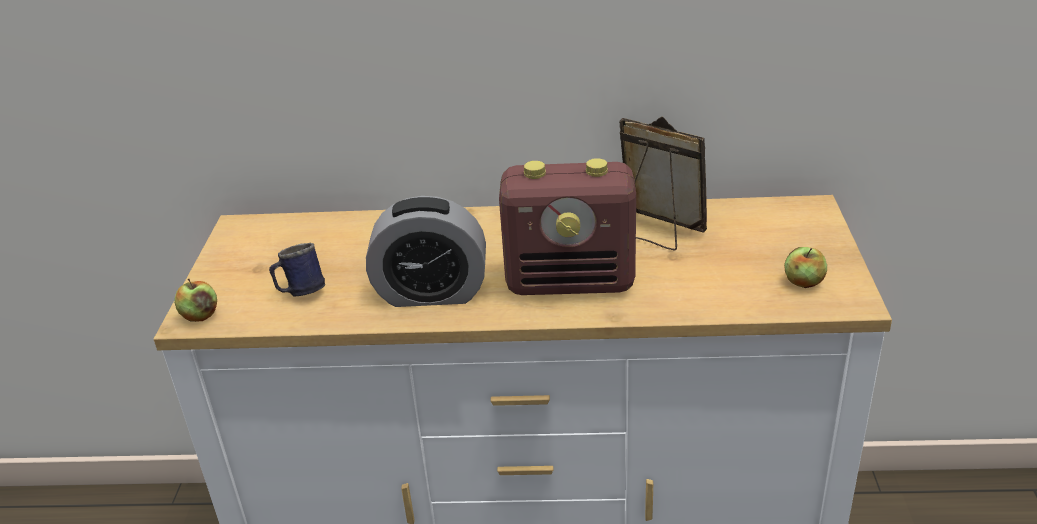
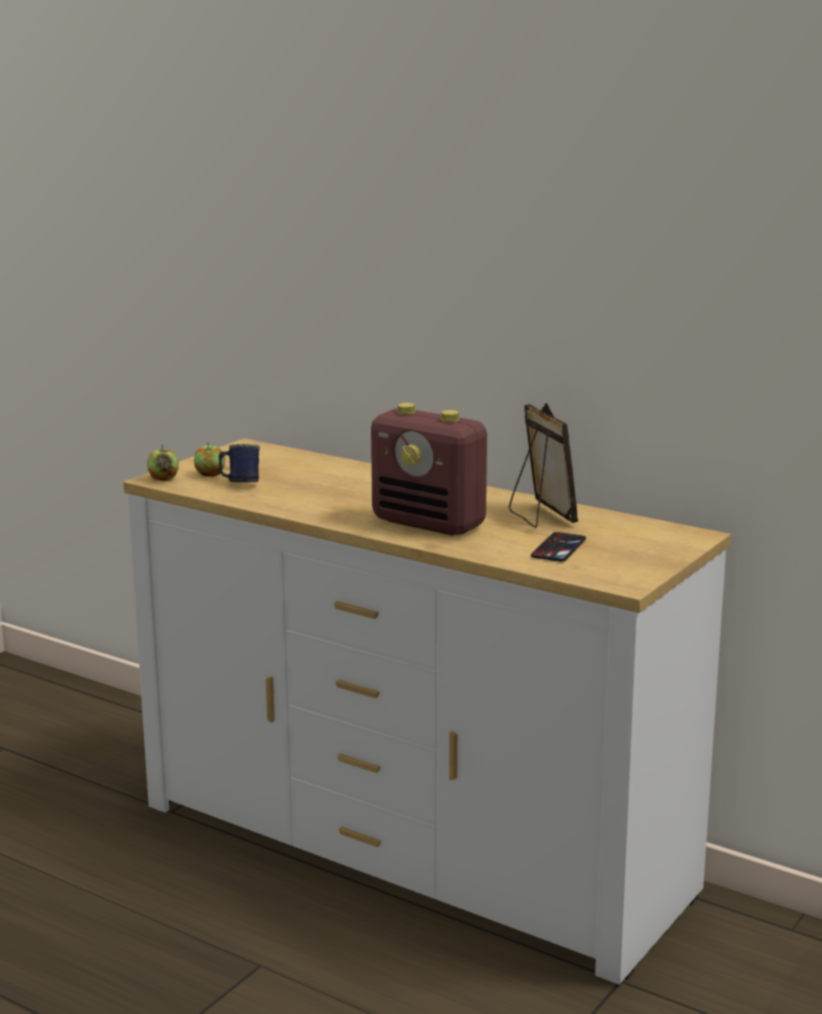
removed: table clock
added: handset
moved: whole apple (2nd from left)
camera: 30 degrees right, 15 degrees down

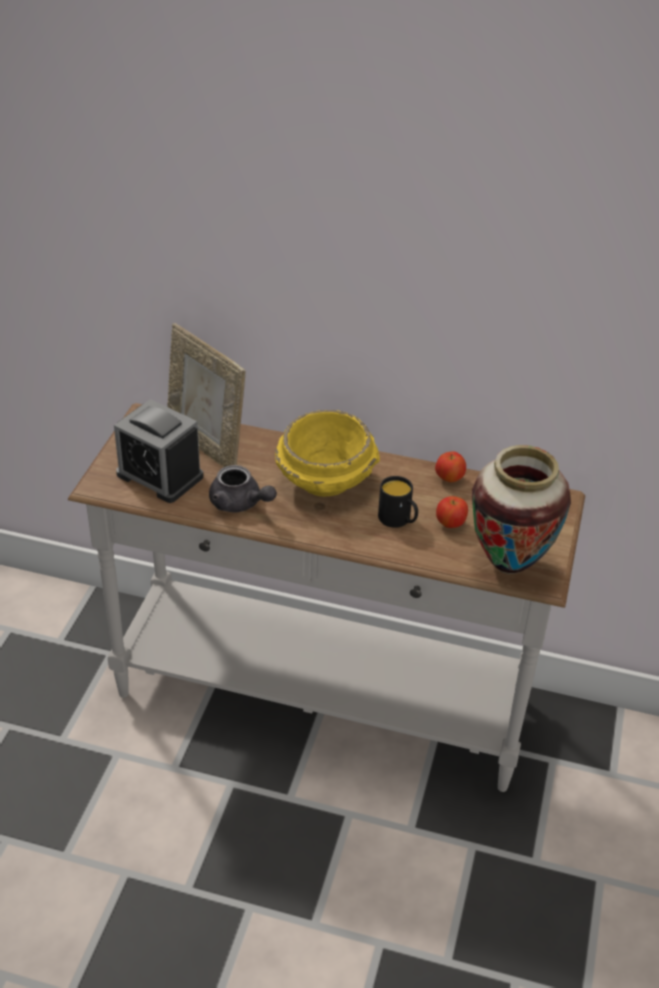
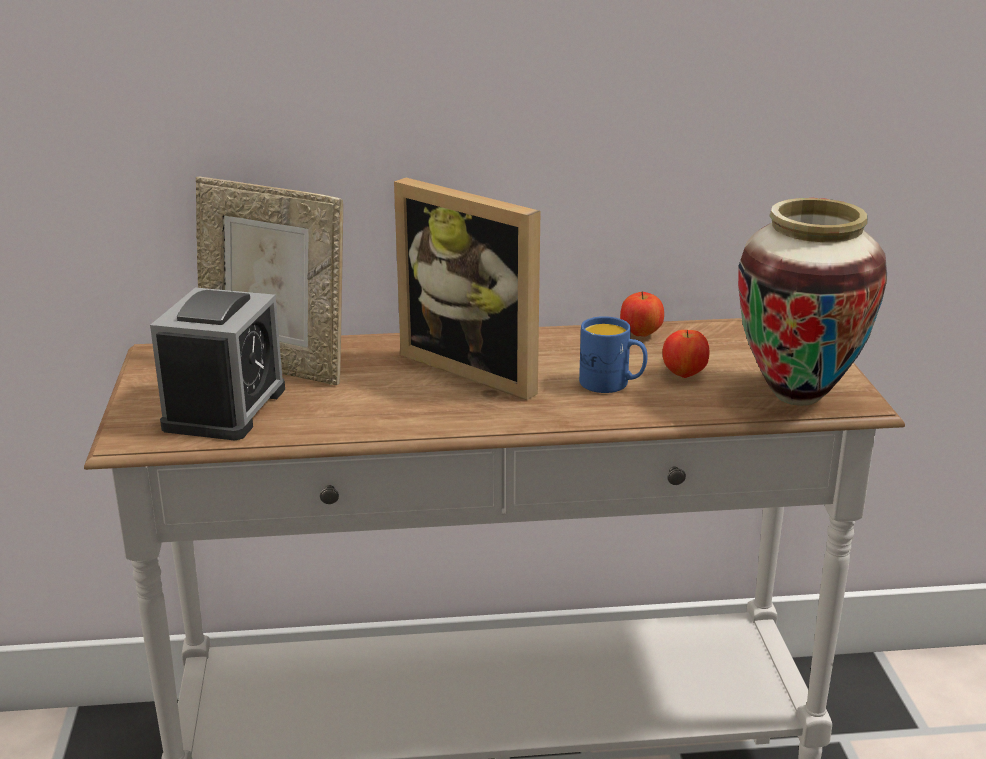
removed: greyish pot for tea
replaced: yellowish deep dish to photo frame (2nd from left)
recoloured: black-coloured coffee mug to bluish coffee mug
turned: table clock 90 degrees counterclockwise
camera: 20 degrees left, 15 degrees down

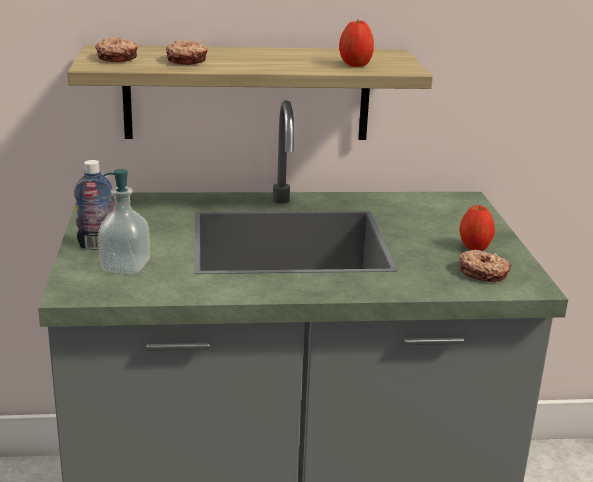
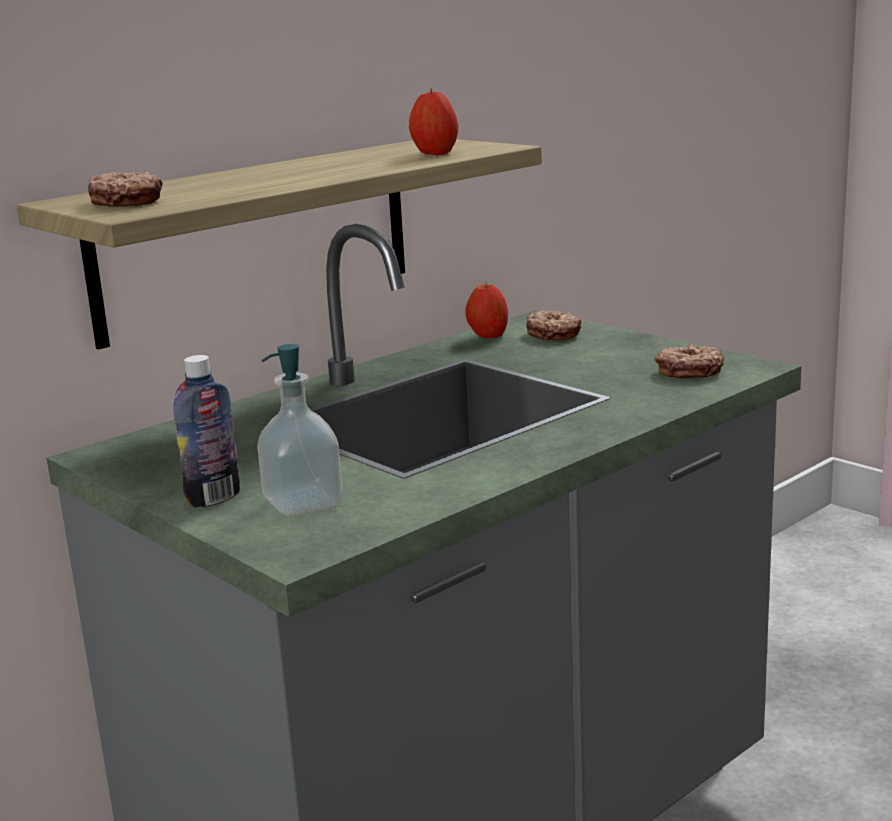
moved: whole apple (2nd from left); donut (2nd from left)
camera: 35 degrees left, 5 degrees down

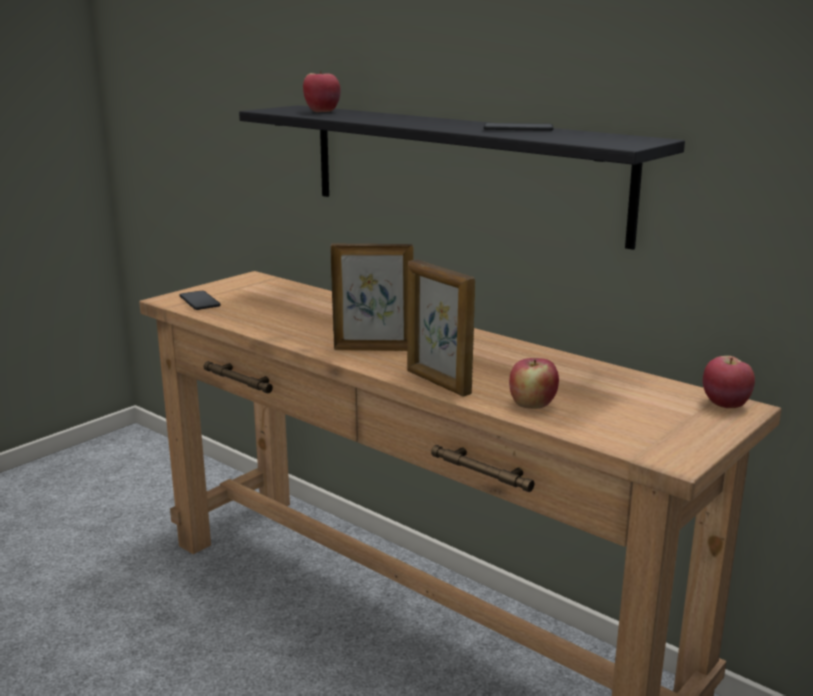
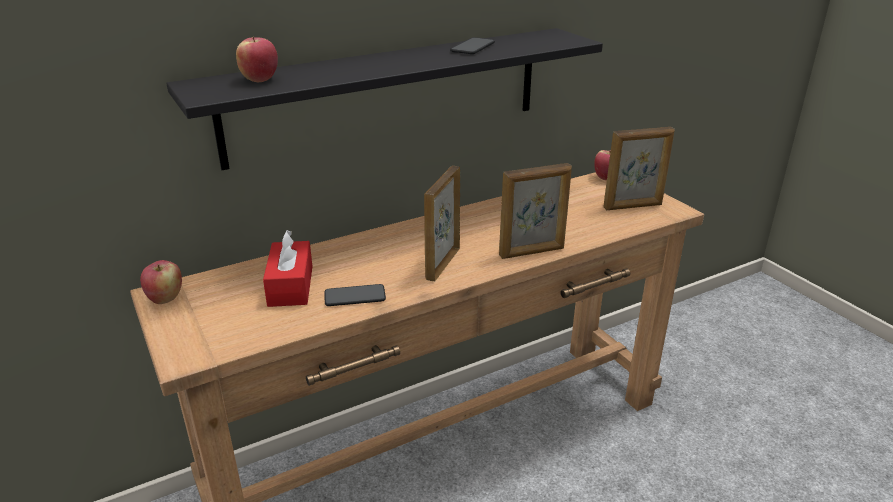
added: reddish box of tissues; photo frame (3rd from left)
moved: whole apple (2nd from left in the first image) to whole apple (1st from left); handset (1st from left)
camera: 70 degrees left, 10 degrees up

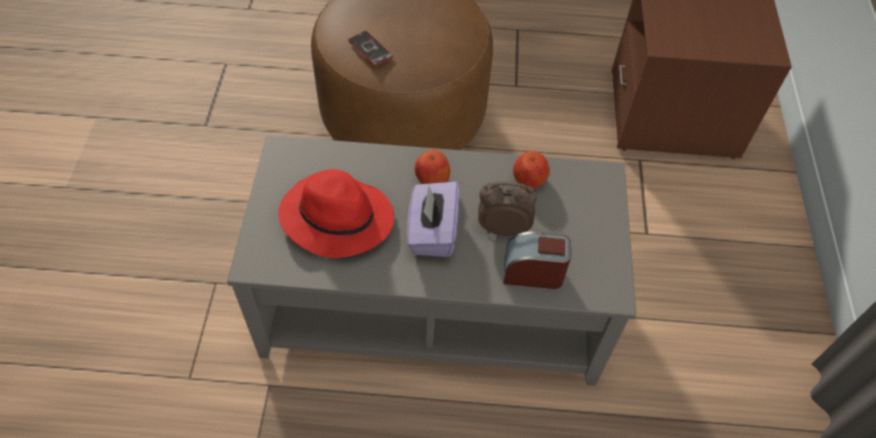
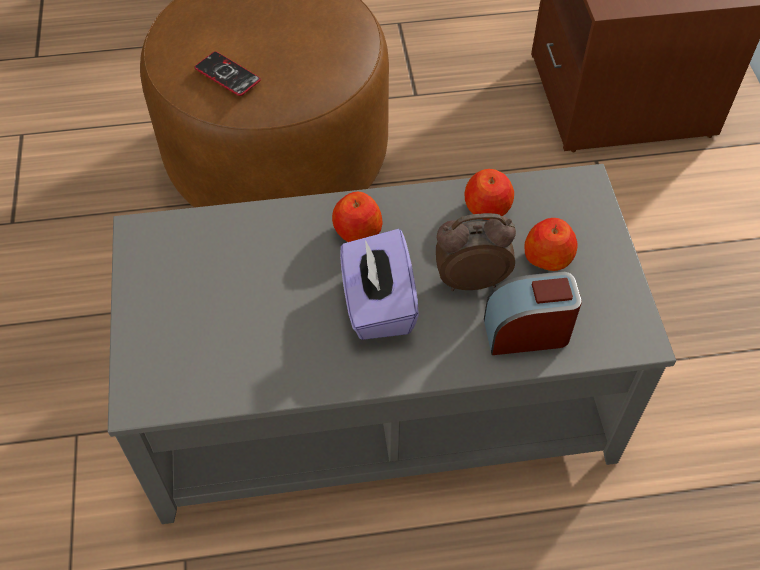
removed: reddish wearable hat
added: whole apple (3rd from left)
camera: 10 degrees left, 0 degrees up

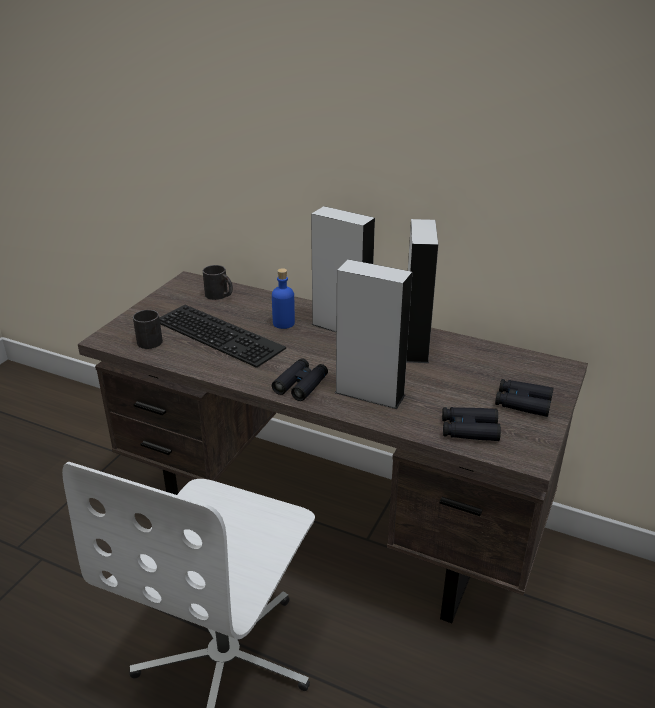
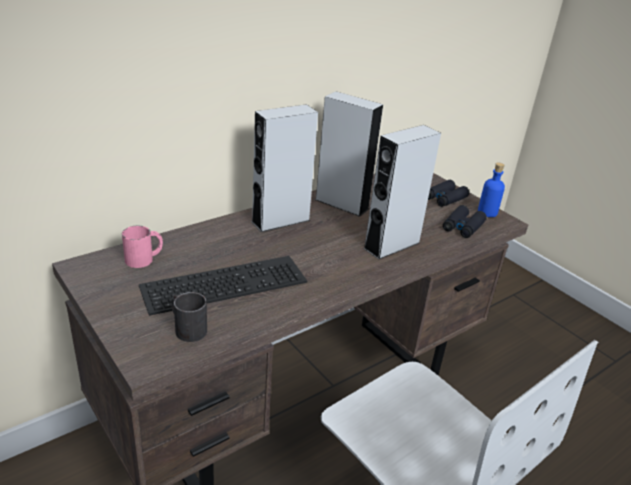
removed: black-coloured binoculars (1st from left)
moved: bluish drink bottle
recoloured: black-coloured coffee mug (2nd from left) to pinkish coffee mug
camera: 65 degrees left, 0 degrees up

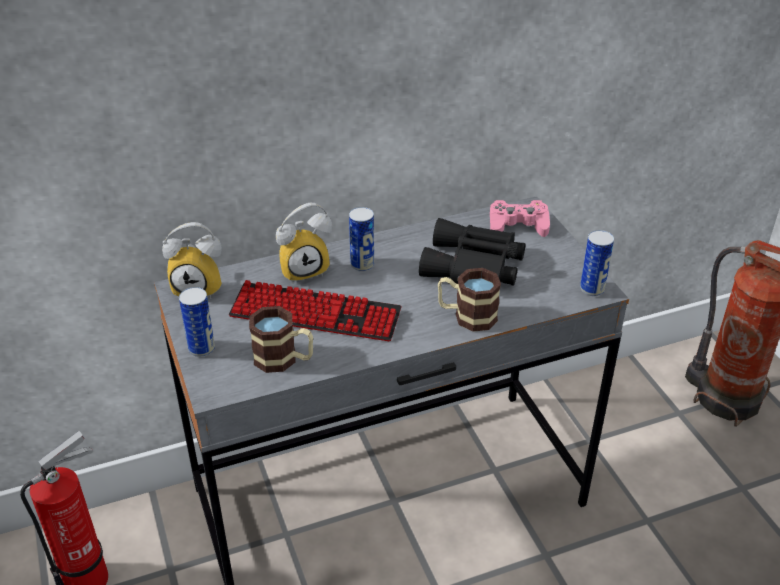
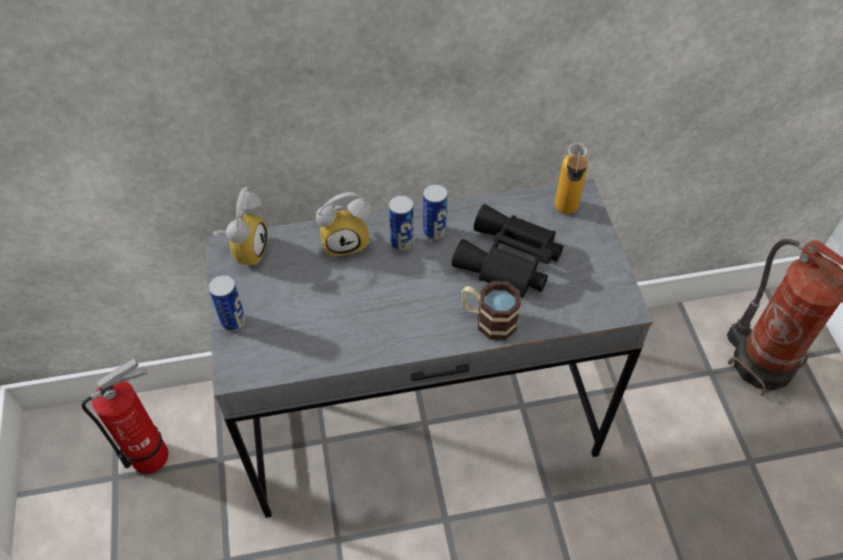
removed: computer keyboard; coffee mug (1st from left)
moved: metal can (3rd from left)
replaced: pinkish gamepad to drink bottle
turned: table clock (1st from left) 90 degrees counterclockwise
camera: 10 degrees right, 15 degrees up

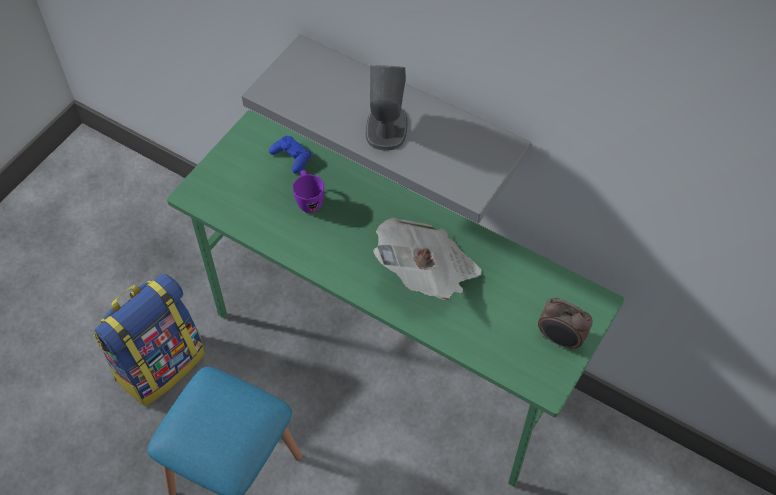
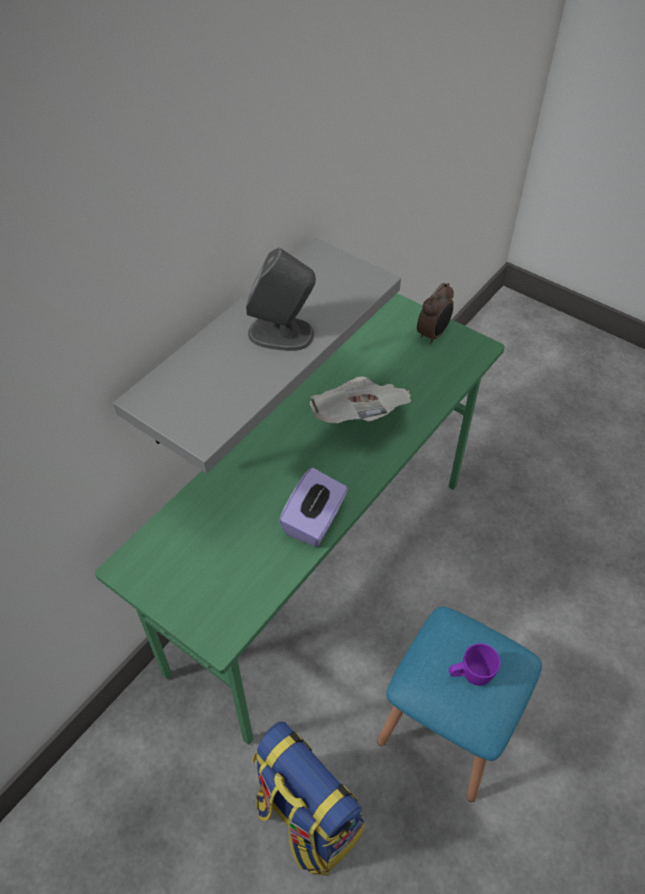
removed: bluish gamepad
added: purple-coloured box of tissues
moved: purple-coloured coffee mug
camera: 85 degrees left, 5 degrees down

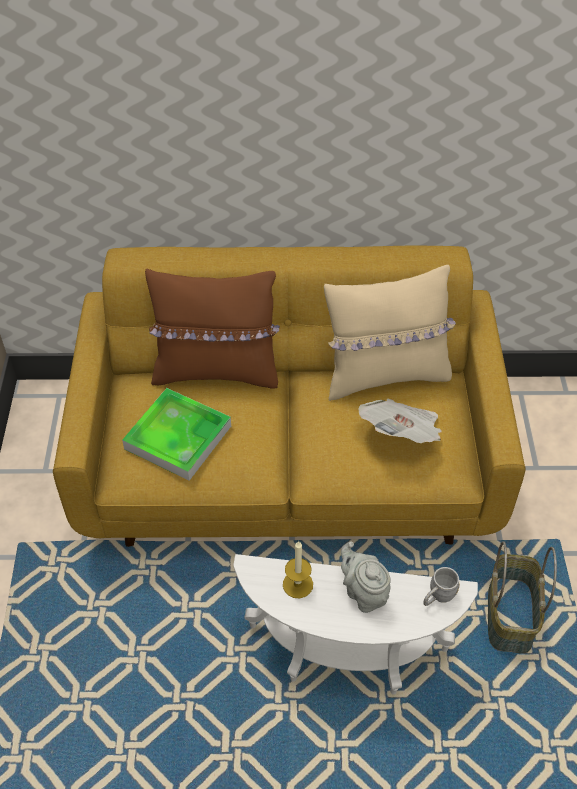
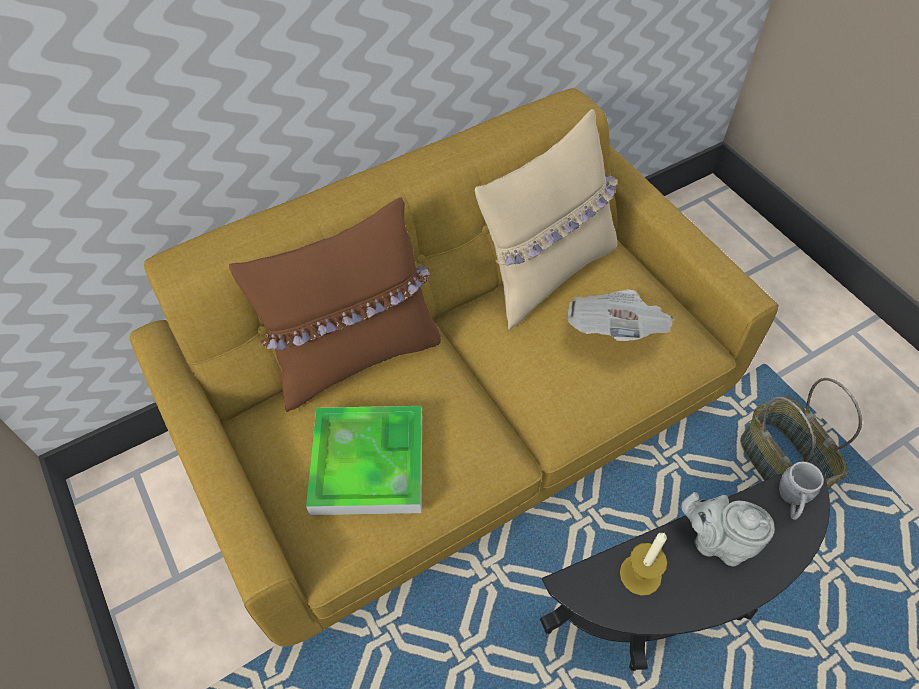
recoloured: white-coloured end table to black-coloured end table
camera: 30 degrees left, 5 degrees up

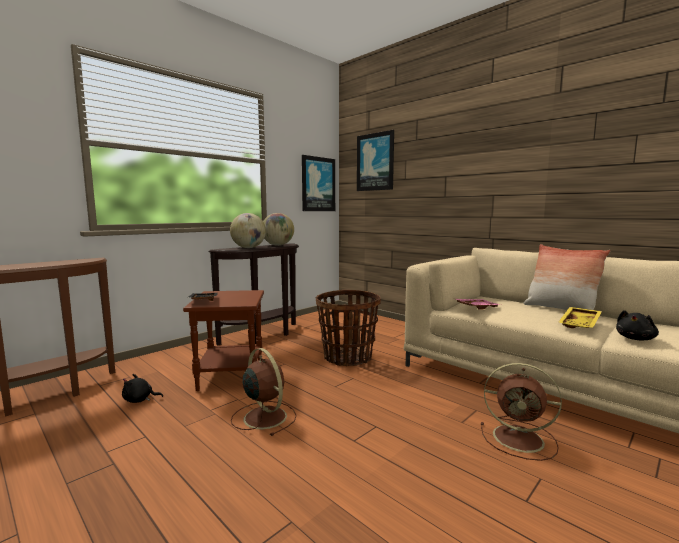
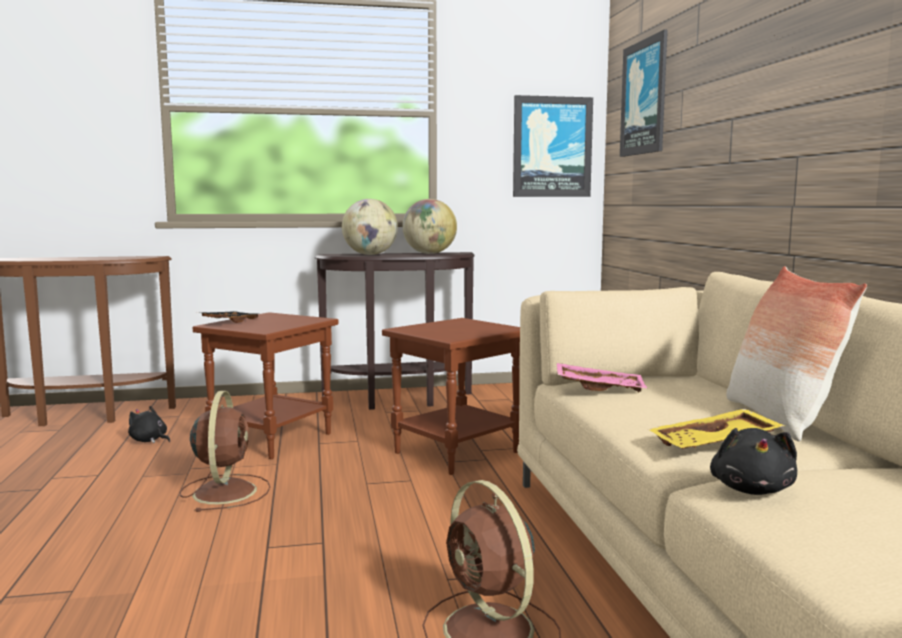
replaced: basket to brownish end table (2nd from left)
turned: black-coloured soft toy (2nd from left) 75 degrees counterclockwise
camera: 35 degrees right, 0 degrees up

